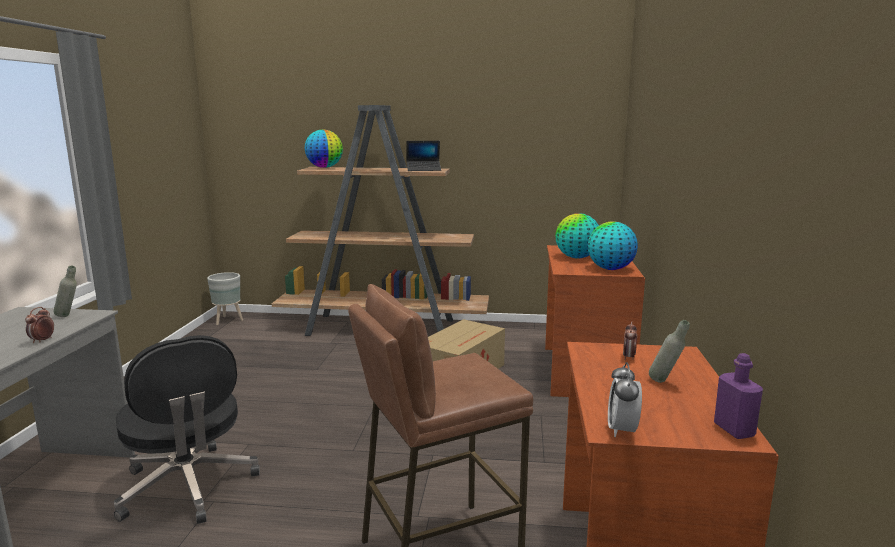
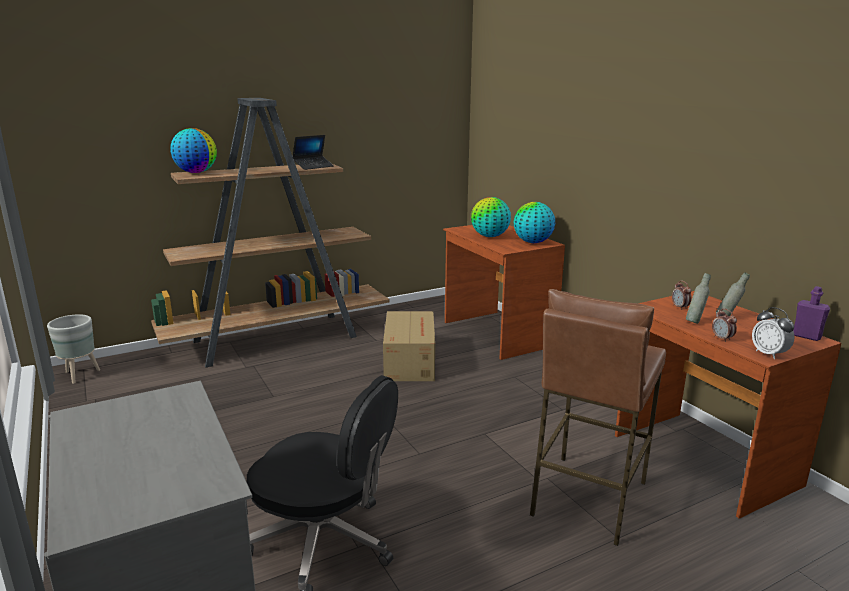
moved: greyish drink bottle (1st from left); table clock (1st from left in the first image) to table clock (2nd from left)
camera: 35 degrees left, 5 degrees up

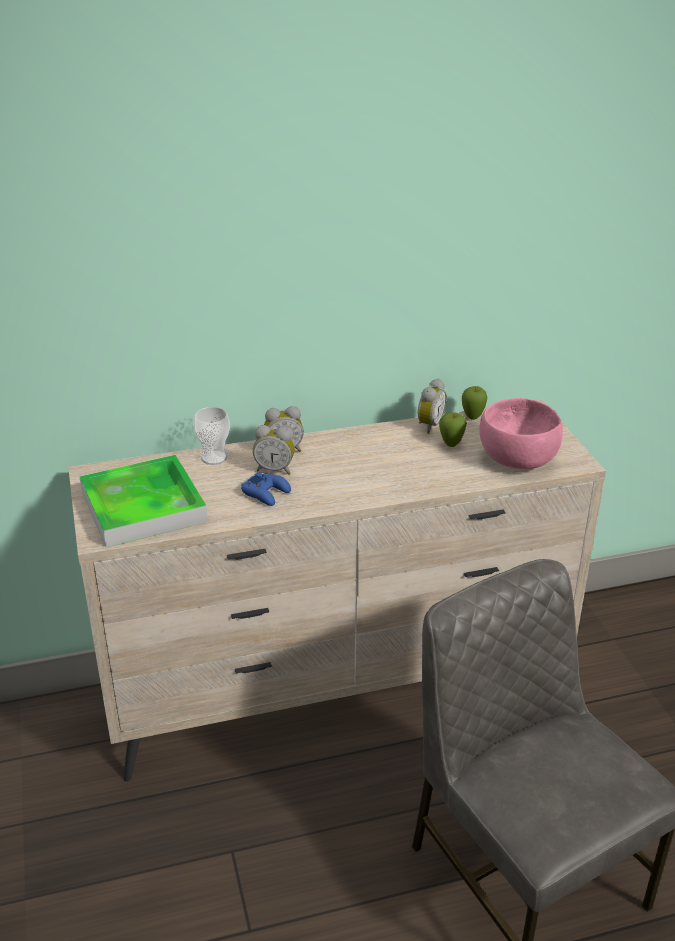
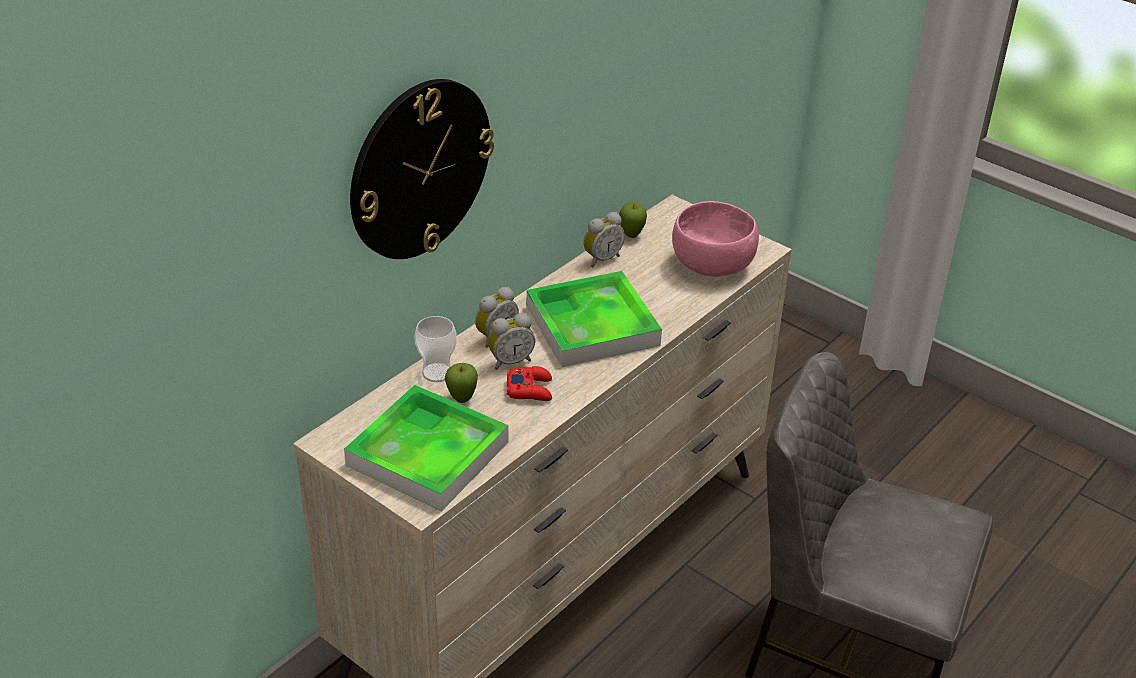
added: clock on the wall; carrying tray (2nd from left)
moved: whole apple (1st from left)
recoloured: bluish gamepad to reddish gamepad
turned: table clock (3rd from left) 60 degrees clockwise
camera: 35 degrees left, 5 degrees up

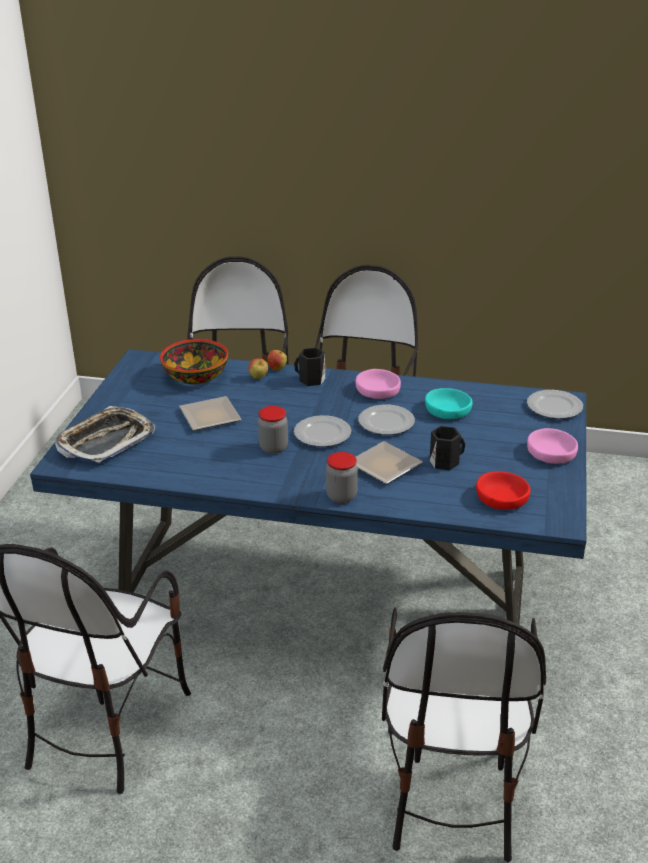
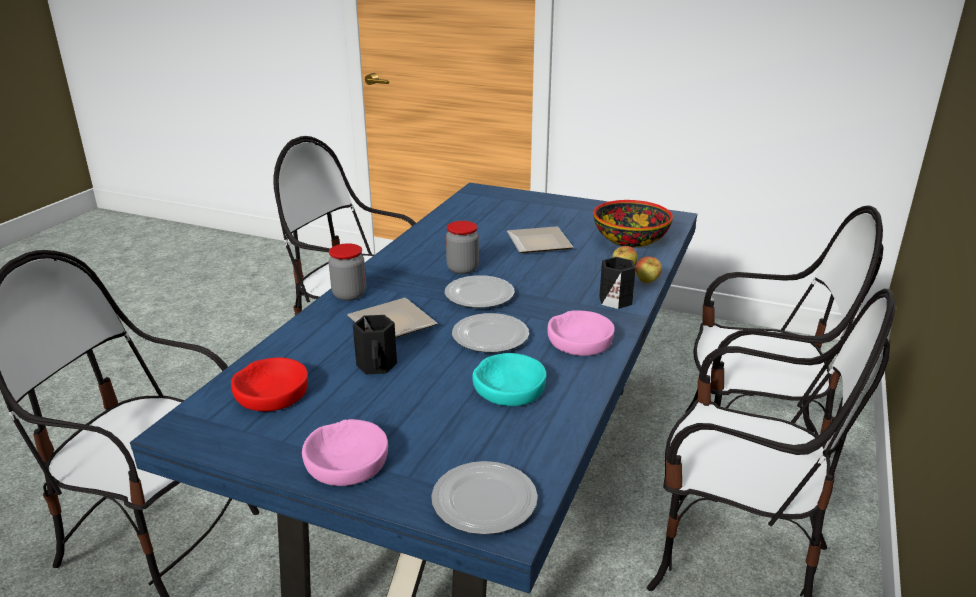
removed: carrying tray
camera: 100 degrees right, 5 degrees down

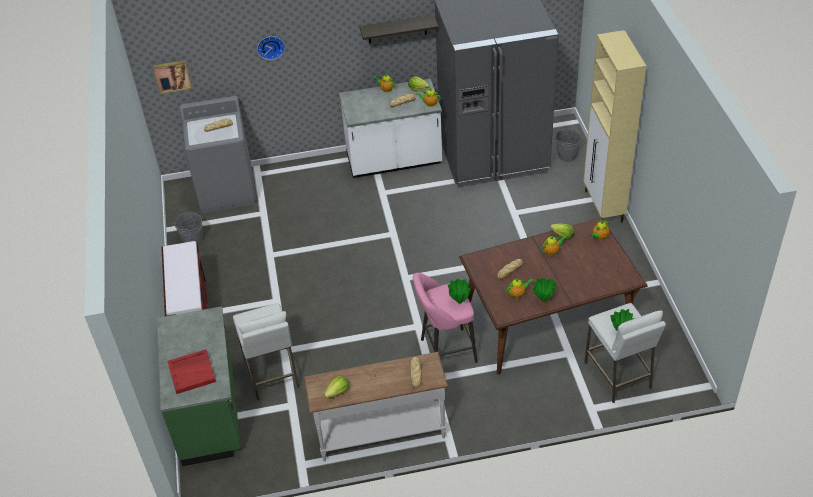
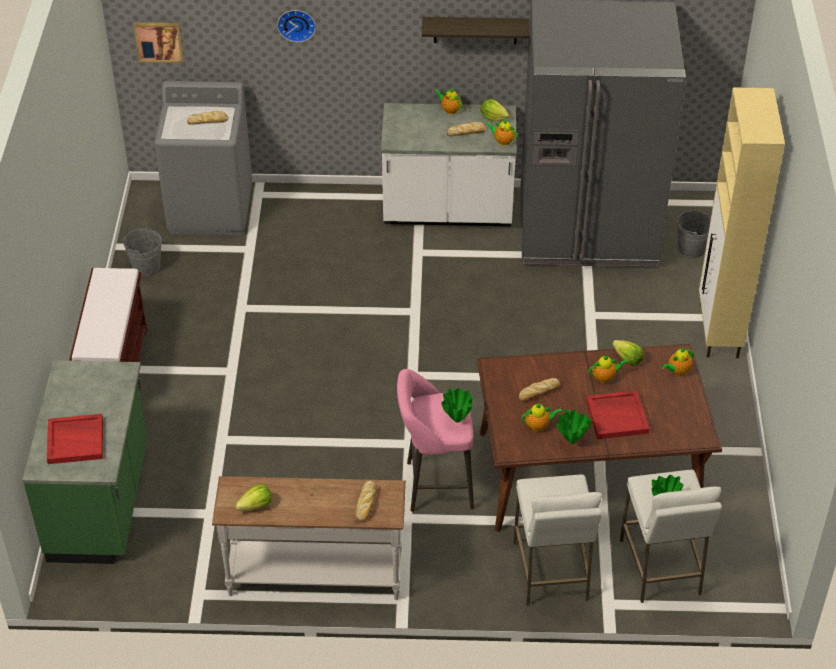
added: reddish carrying tray (2nd from left)
moved: white-coloured stool seat (1st from left)
camera: 10 degrees right, 0 degrees up

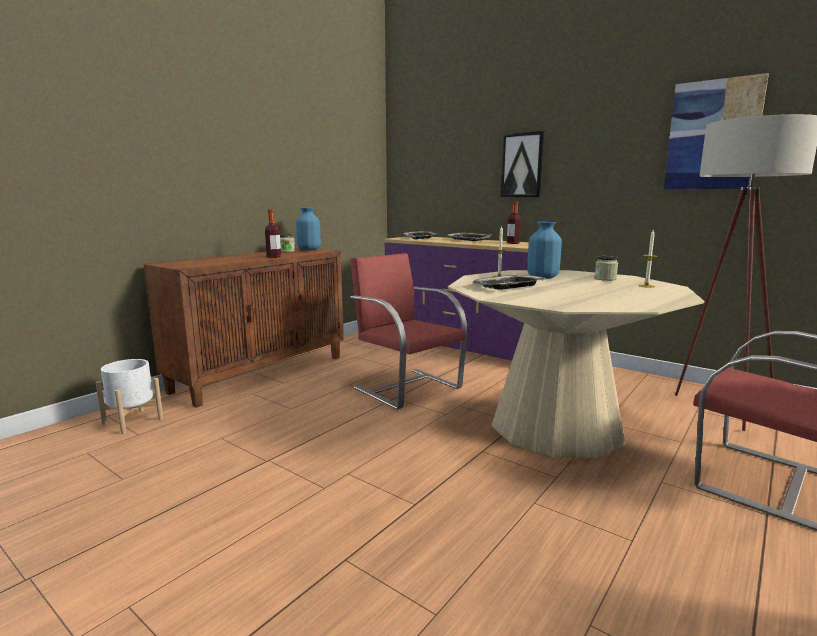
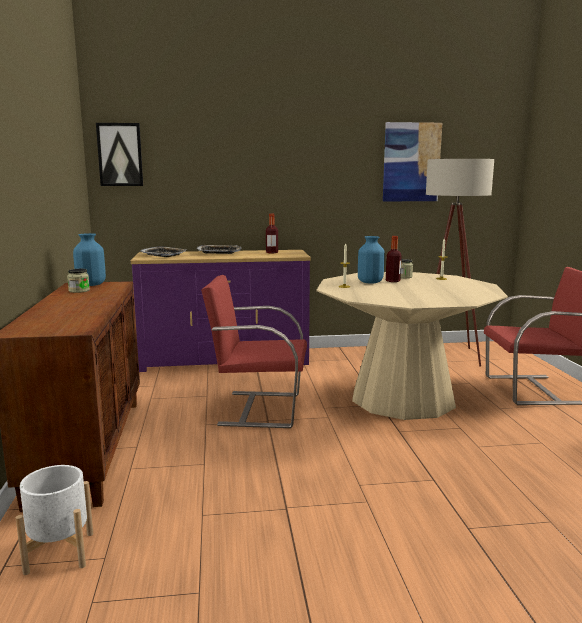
removed: carrying tray (3rd from left)
moved: wall picture (1st from left); drink bottle (1st from left in the first image) to drink bottle (2nd from left)
camera: 45 degrees left, 0 degrees up

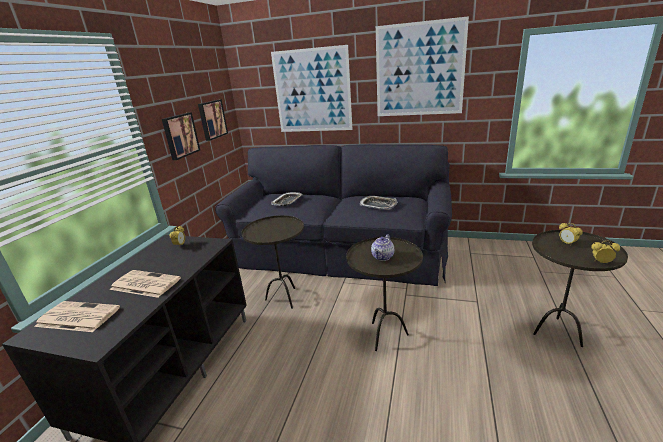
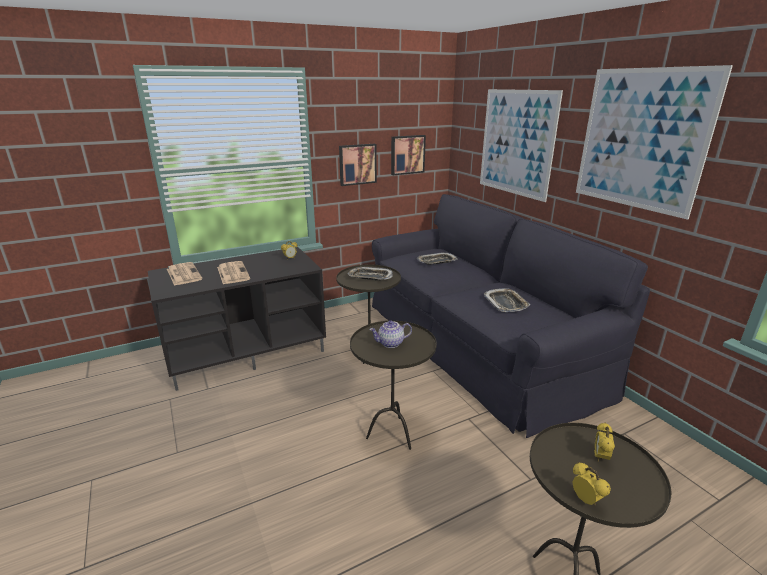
added: carrying tray (1st from left)
camera: 45 degrees right, 0 degrees up

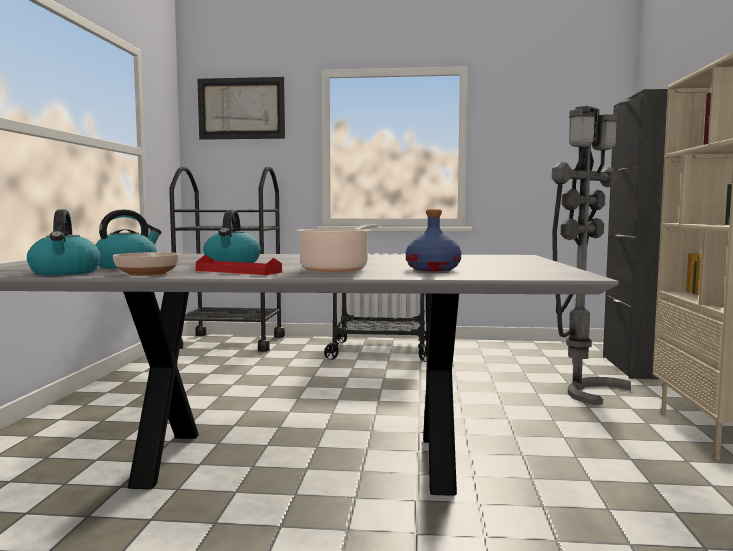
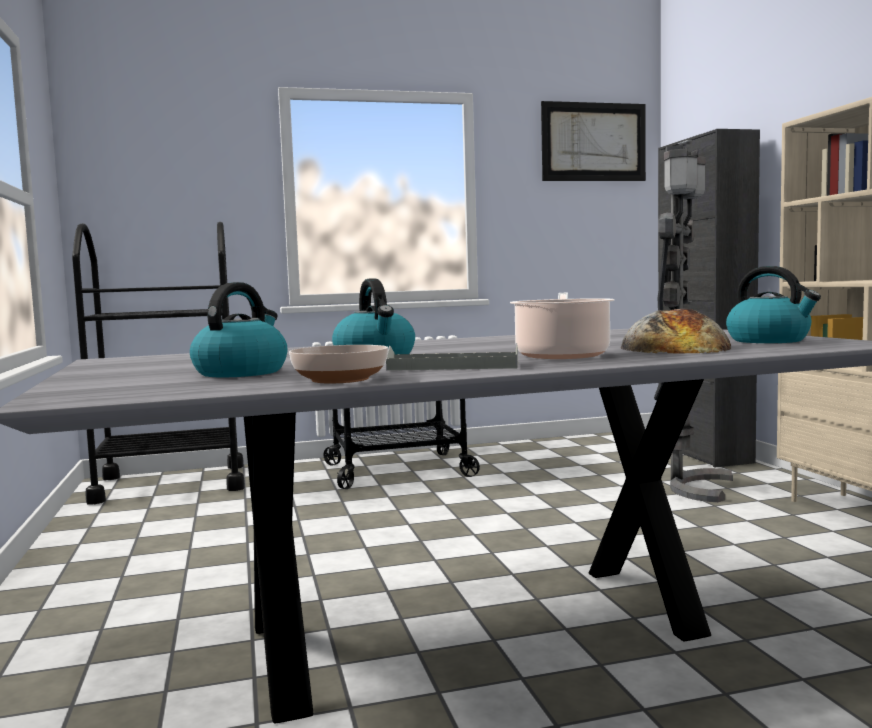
moved: wall picture; kettle (1st from left in the first image) to kettle (3rd from left)
replaced: bluish drink bottle to bakery bread
recoloured: reddish carrying tray to greyish carrying tray
camera: 20 degrees left, 0 degrees up

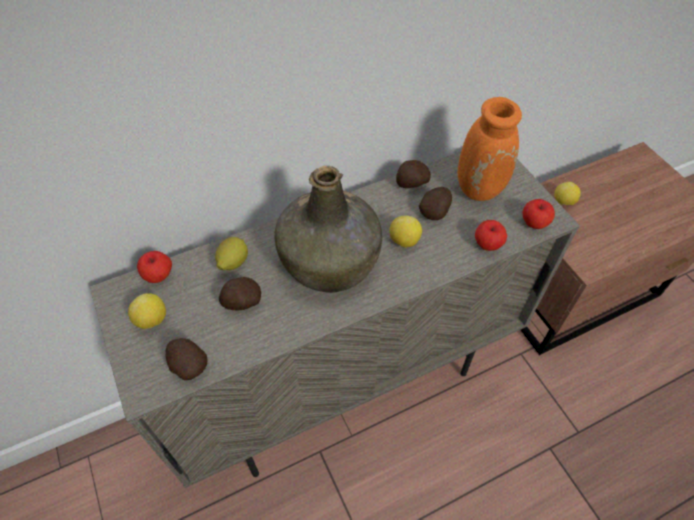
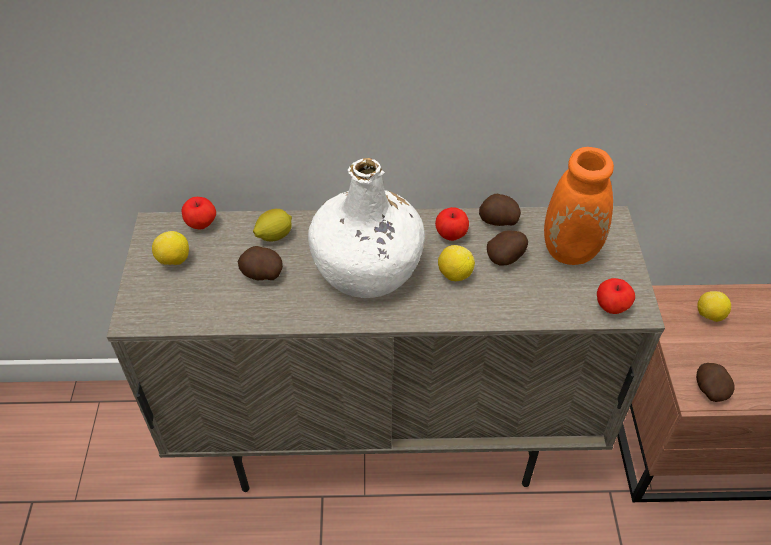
moved: whole apple (2nd from left); potato (1st from left in the first image) to potato (4th from left)
recoloured: green drink bottle to white-coloured drink bottle
camera: 25 degrees right, 5 degrees down

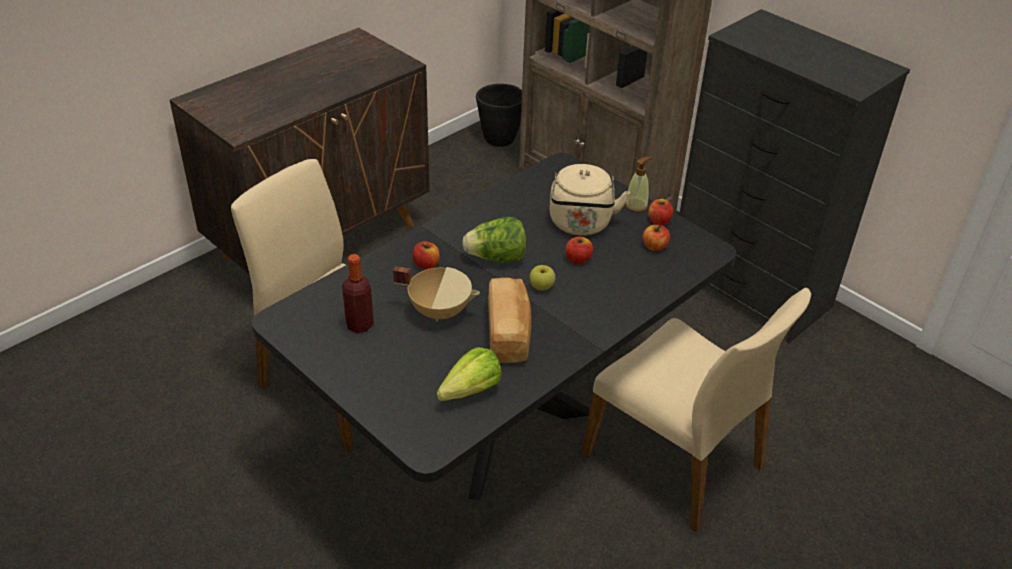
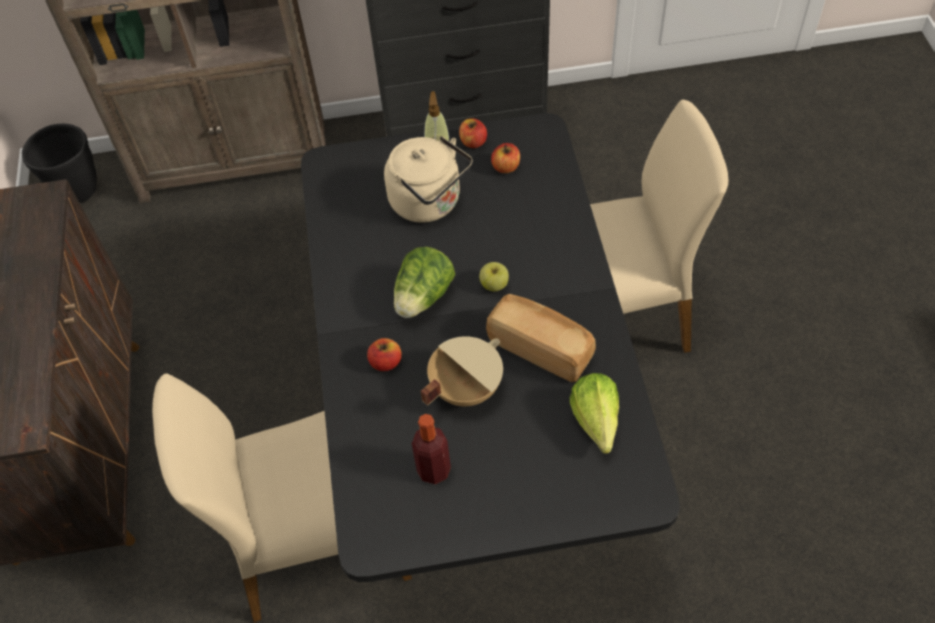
removed: whole apple (3rd from left)
camera: 50 degrees left, 15 degrees up

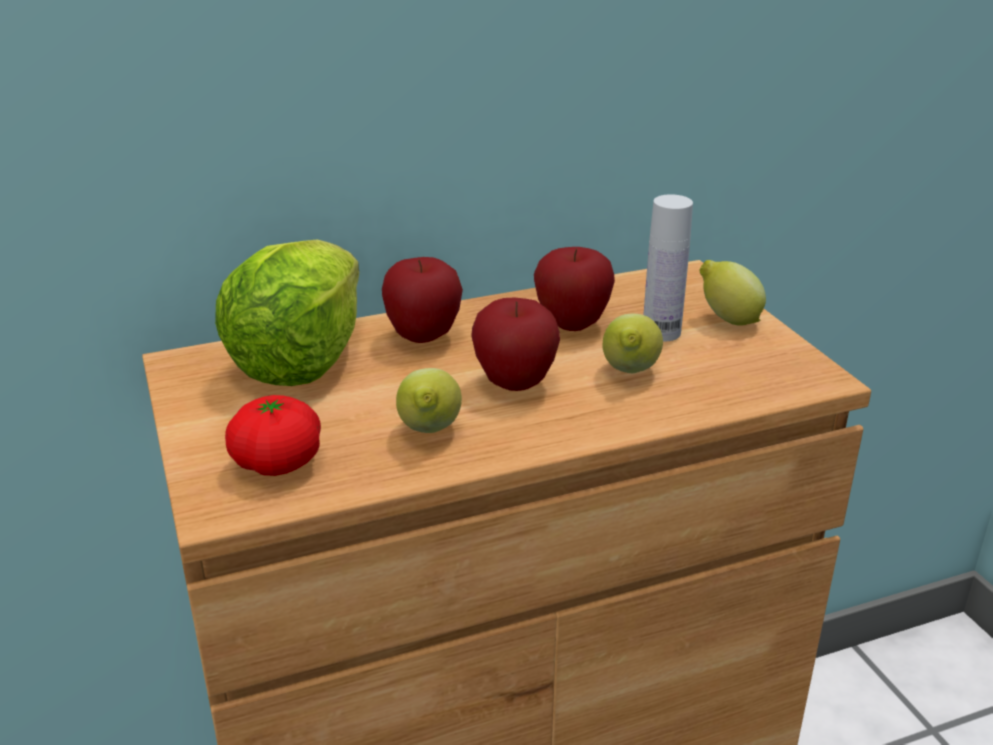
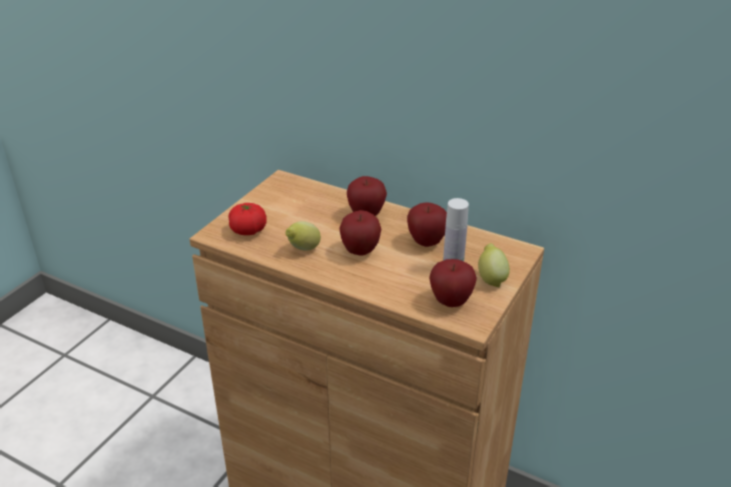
removed: lettuce head; lemon (2nd from left)
added: whole apple (4th from left)
camera: 50 degrees right, 5 degrees up

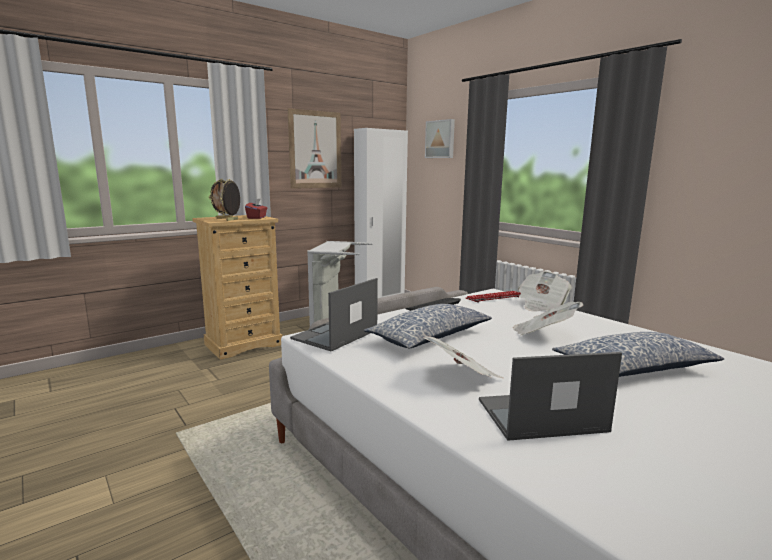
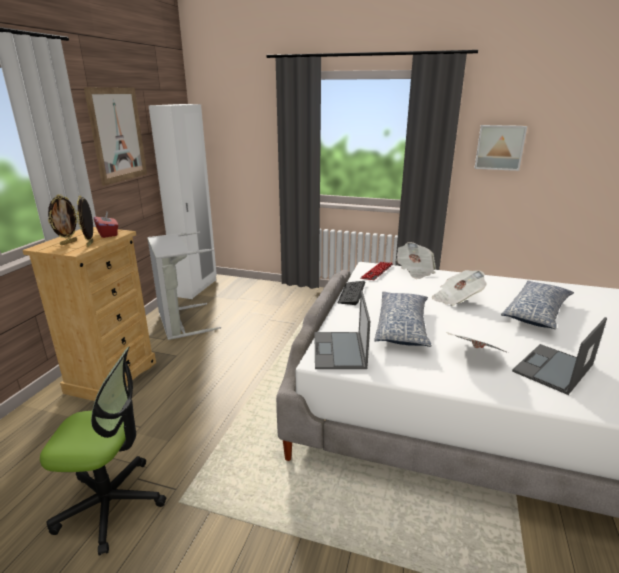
added: office chair
moved: wall picture (2nd from left)
camera: 35 degrees left, 10 degrees up

